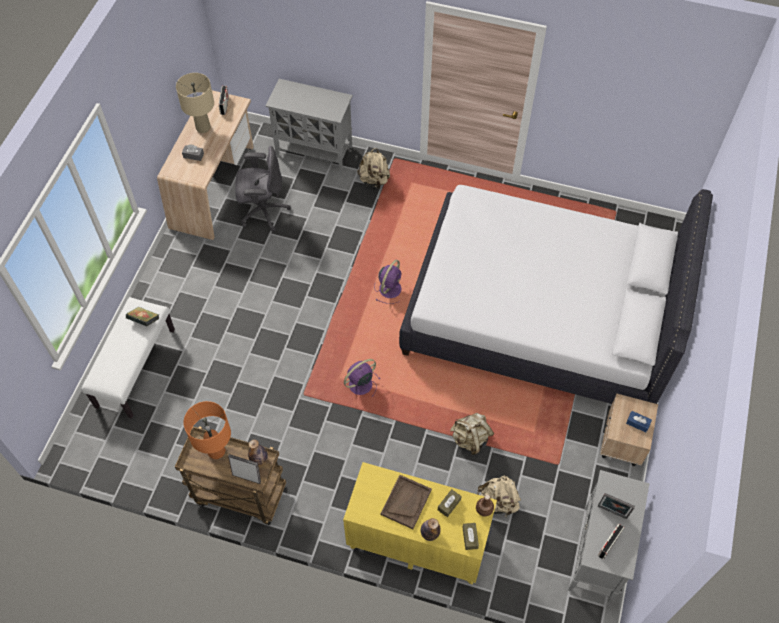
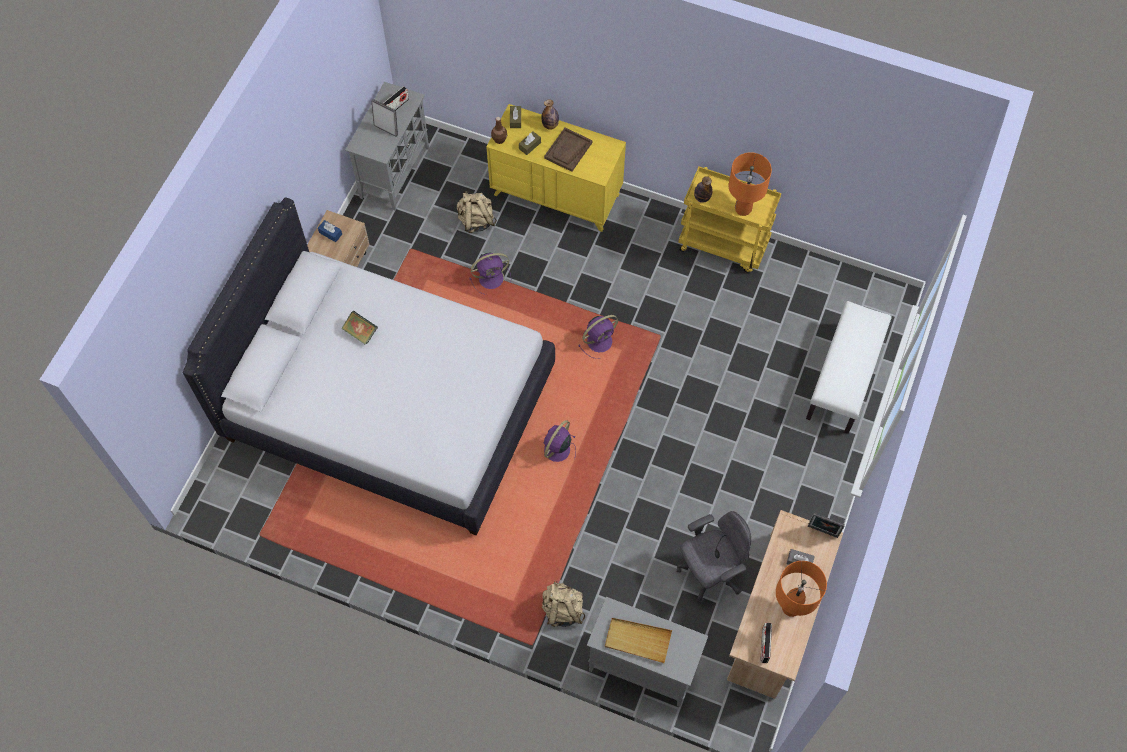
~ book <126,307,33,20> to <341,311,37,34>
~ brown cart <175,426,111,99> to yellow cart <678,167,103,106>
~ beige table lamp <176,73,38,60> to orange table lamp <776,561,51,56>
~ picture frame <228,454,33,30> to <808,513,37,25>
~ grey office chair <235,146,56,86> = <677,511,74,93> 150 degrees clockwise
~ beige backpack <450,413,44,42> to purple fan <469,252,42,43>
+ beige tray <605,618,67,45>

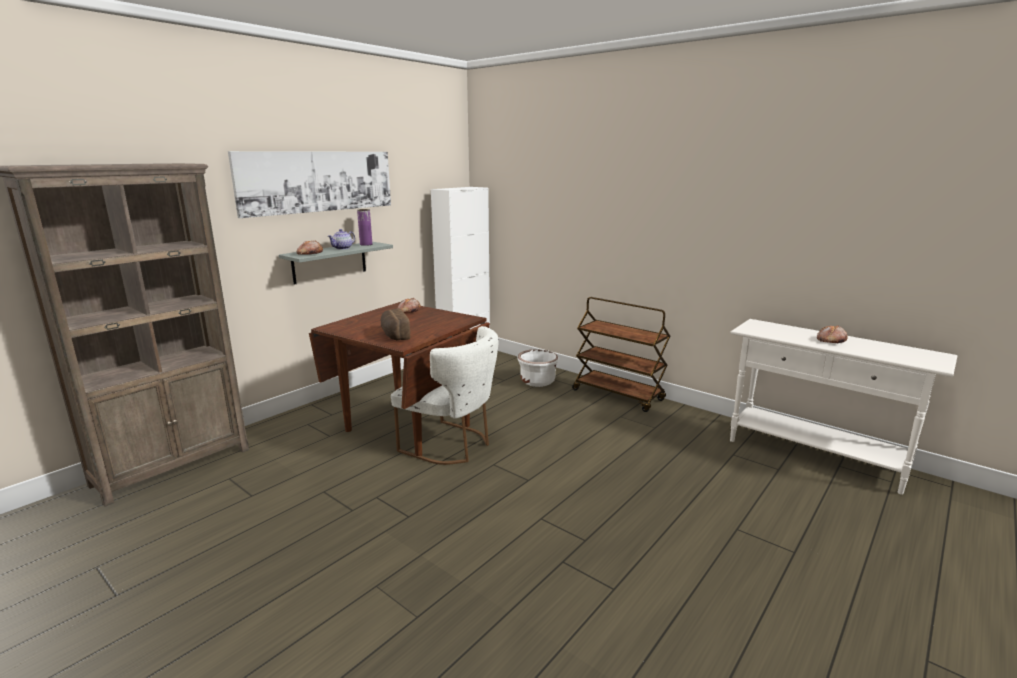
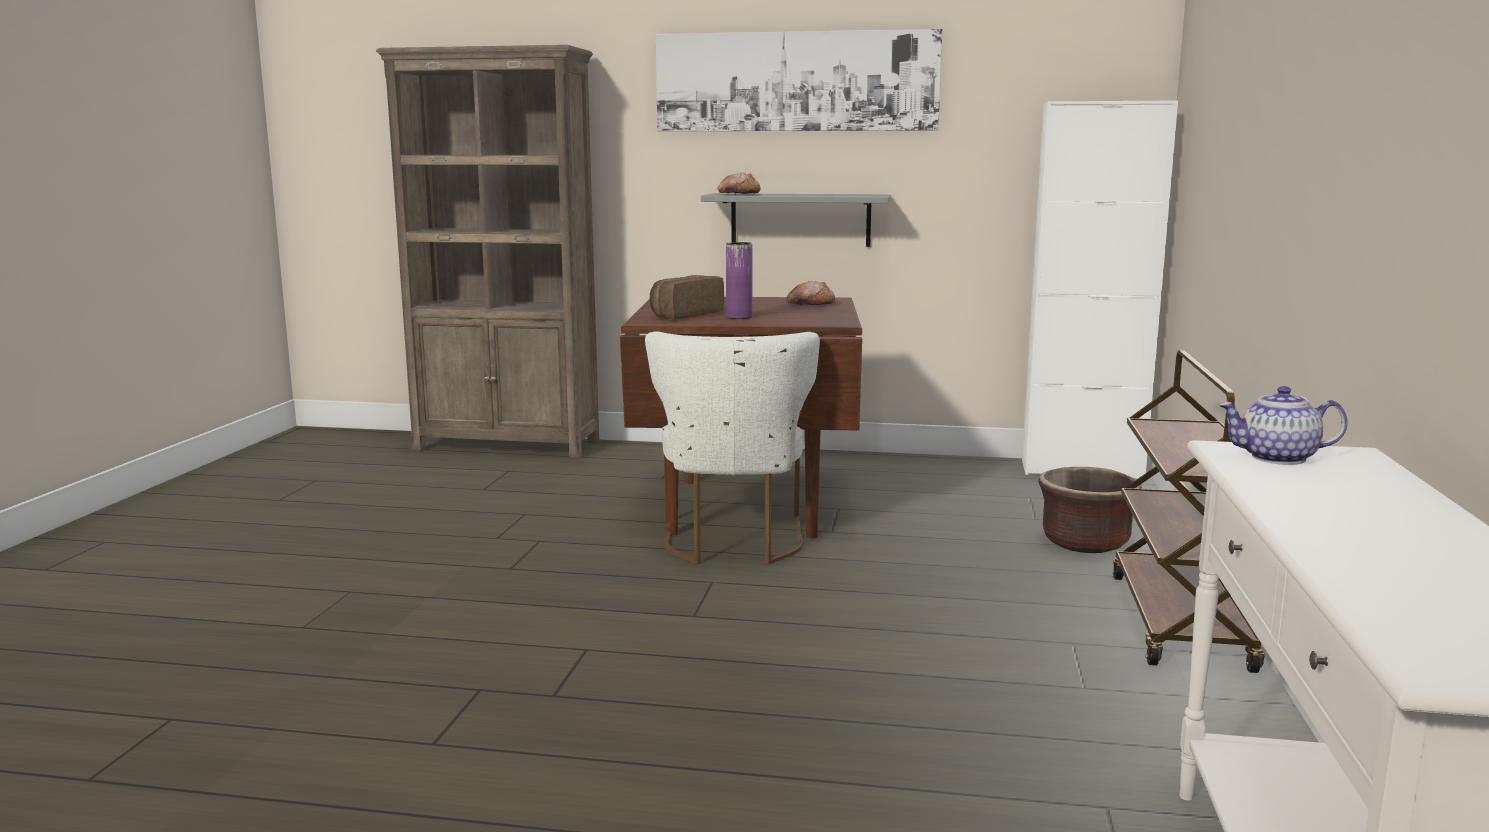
~ teapot <328,229,27,21> to <1218,386,130,79>
~ purple vase <357,209,15,37> to <726,242,27,77>
~ white planter <517,349,41,38> to brown planter <1038,467,104,86>
- bread <817,325,31,18>

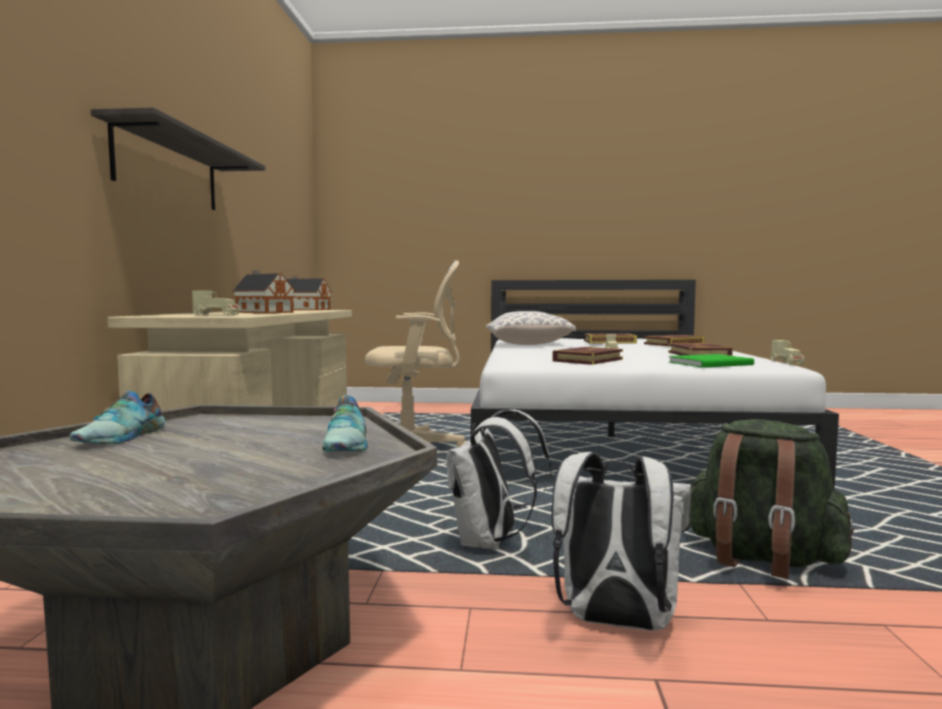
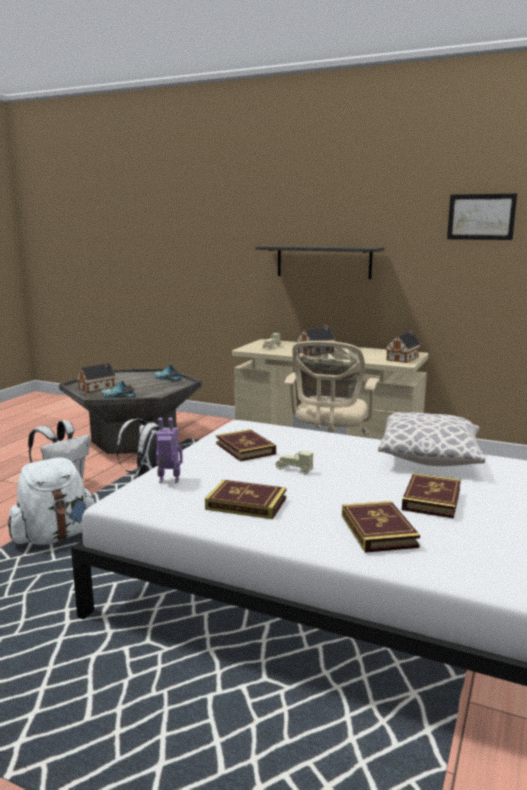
~ green book <669,354,85,14> to toy robot <156,418,27,65>
~ green backpack <690,419,164,160> to white backpack <8,457,88,88>
- beige toy car <771,340,33,25>
+ toy house <76,362,40,31>
+ picture <447,193,70,47>

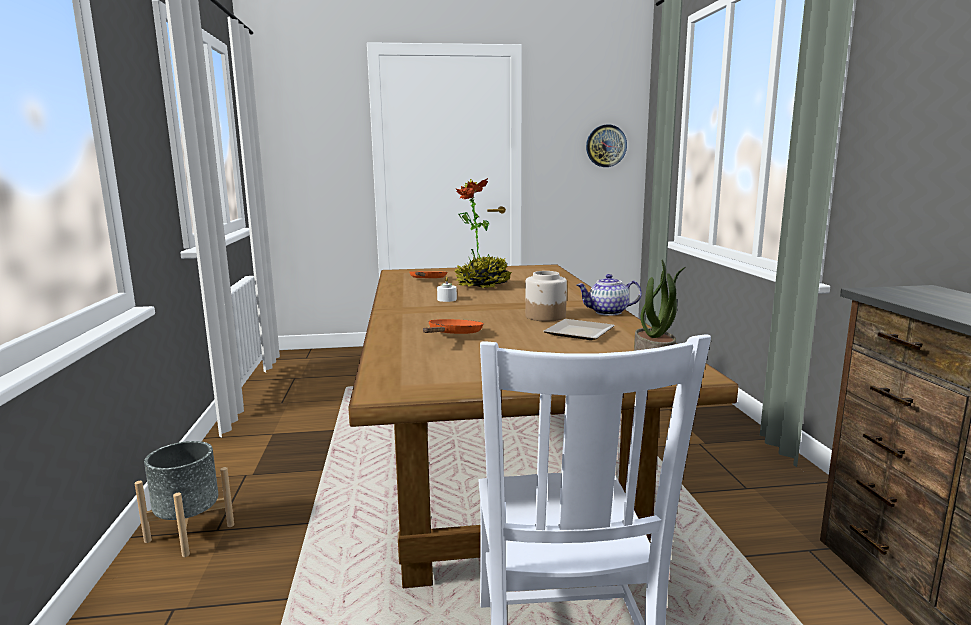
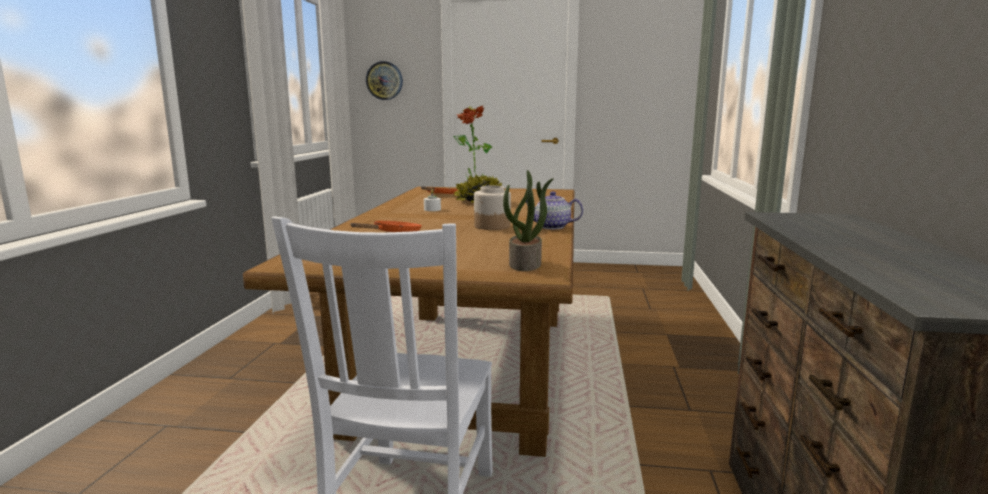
- grey planter <134,441,100,116>
- plate <543,319,72,21>
~ wall clock <586,125,41,42> to <366,61,37,39>

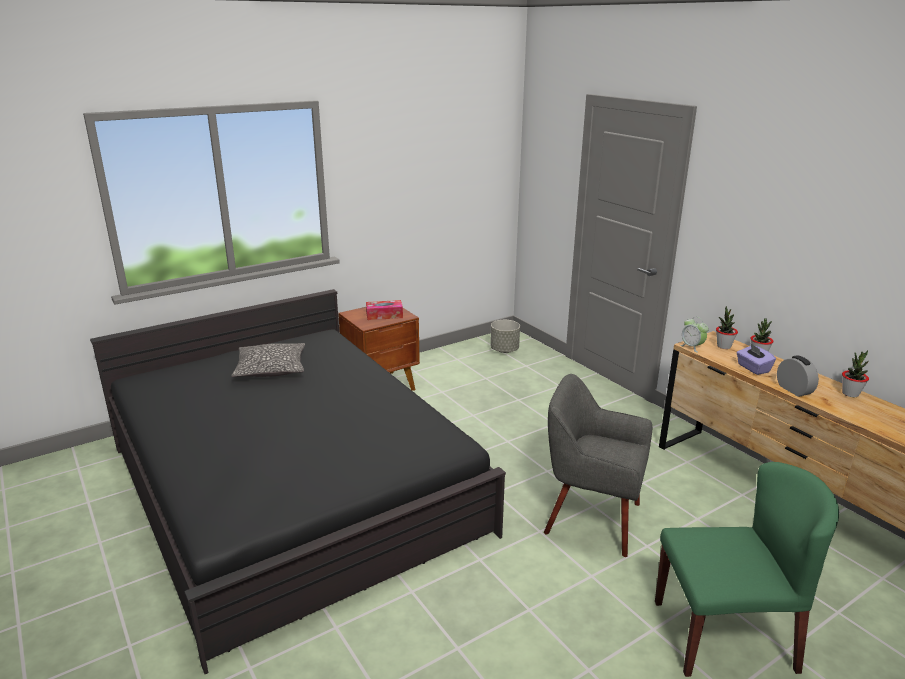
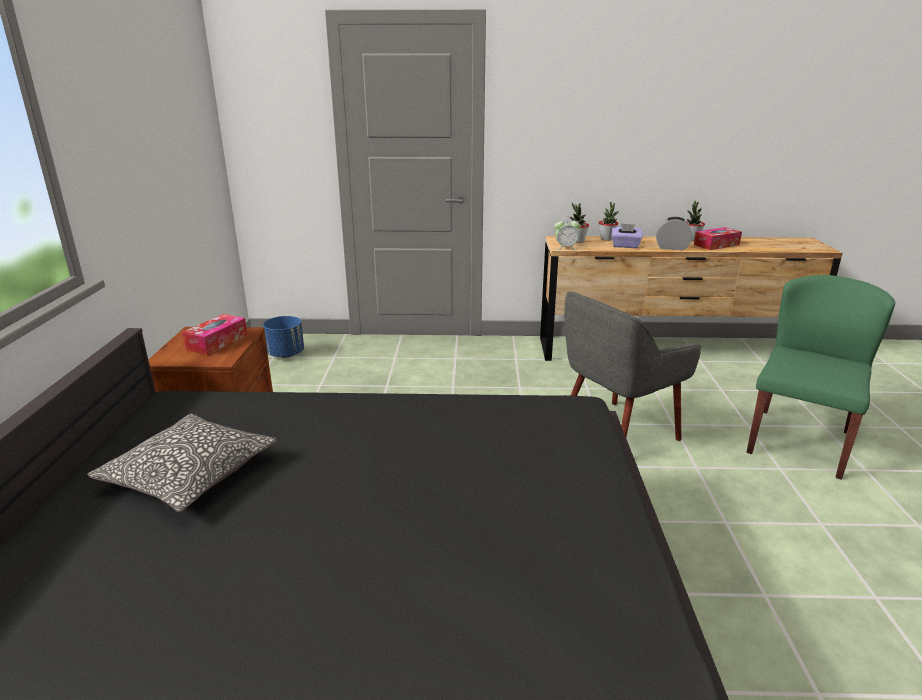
~ grey planter <490,320,30,33> to blue planter <263,316,41,42>
+ tissue box <694,227,48,23>

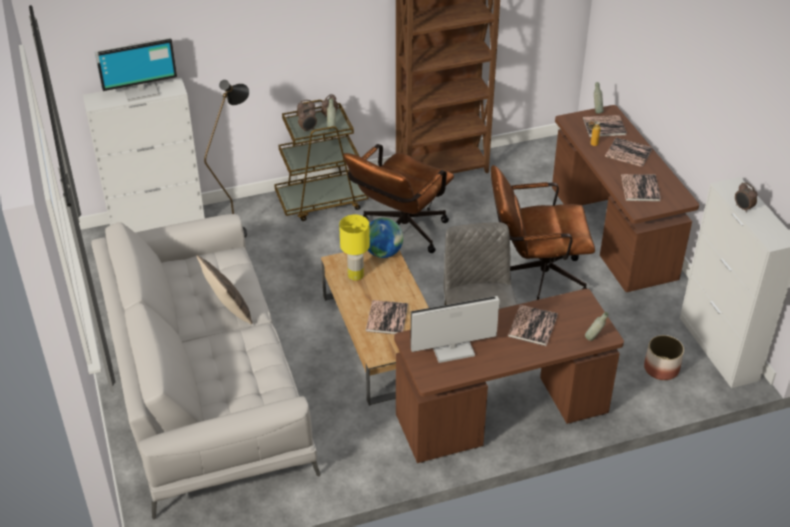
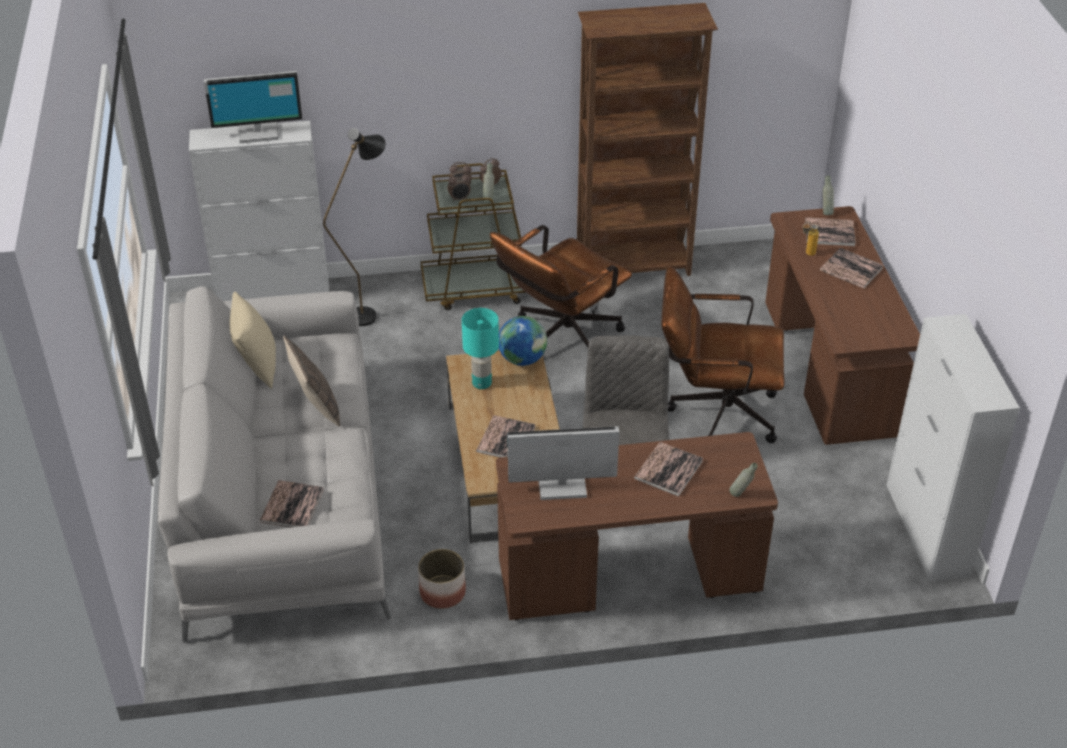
~ yellow table lamp <339,215,31,66> to turquoise table lamp <462,308,37,81>
~ book <621,174,40,28> to <260,480,63,47>
~ planter <644,335,40,45> to <418,549,48,60>
- alarm clock <735,182,23,31>
+ beige pillow <230,292,46,97>

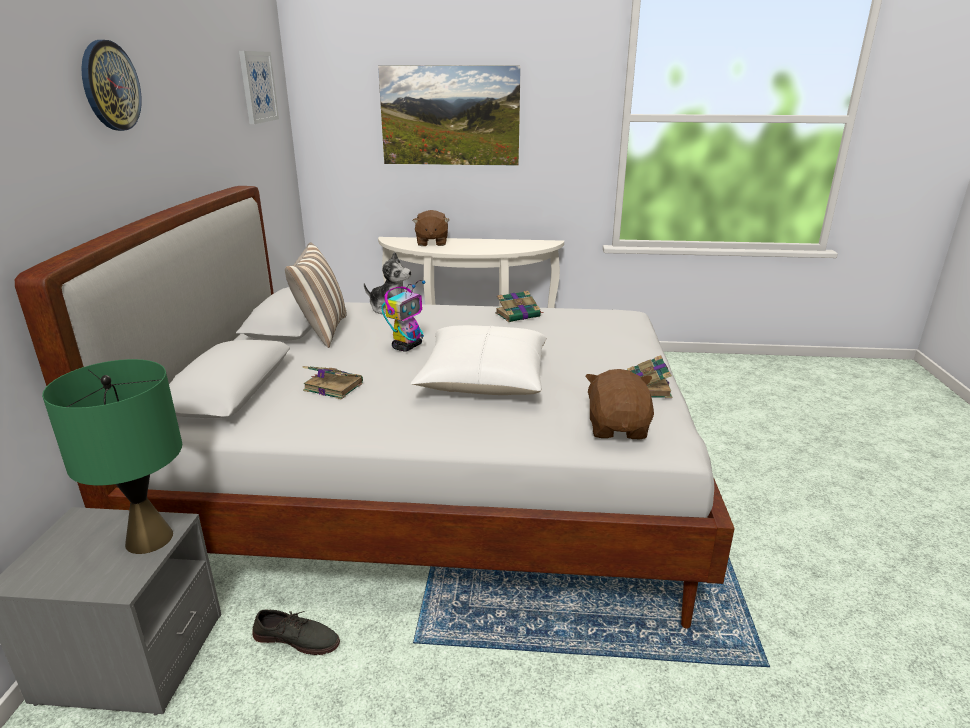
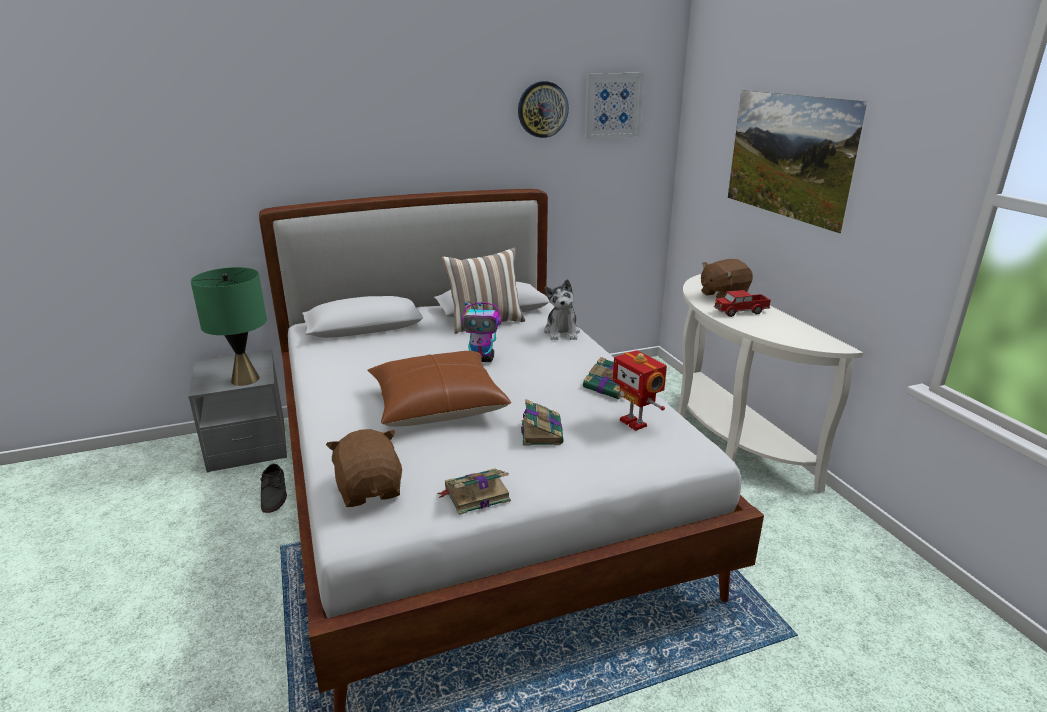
~ wall clock <82,40,60,91> to <518,81,51,57>
~ book <302,366,61,33> to <521,399,42,46>
~ white pillow <411,325,136,70> to brown pillow <367,351,144,76>
~ brown plush toy <586,369,68,70> = <326,429,76,78> 90 degrees counterclockwise
+ toy robot <613,350,54,81>
+ toy truck <714,290,57,27>

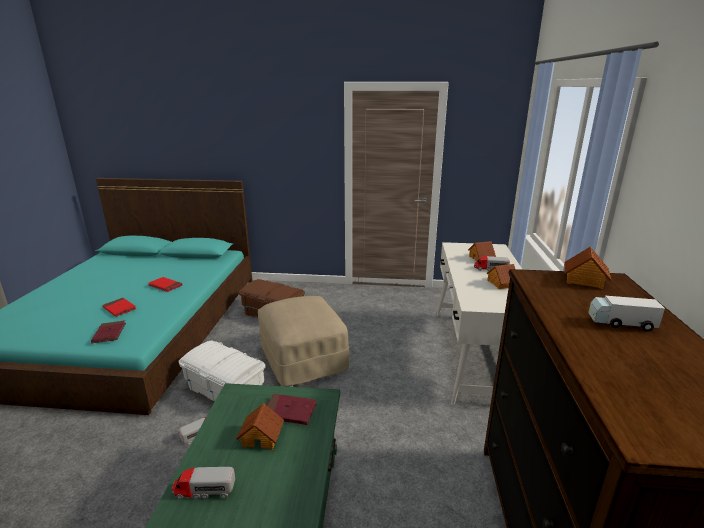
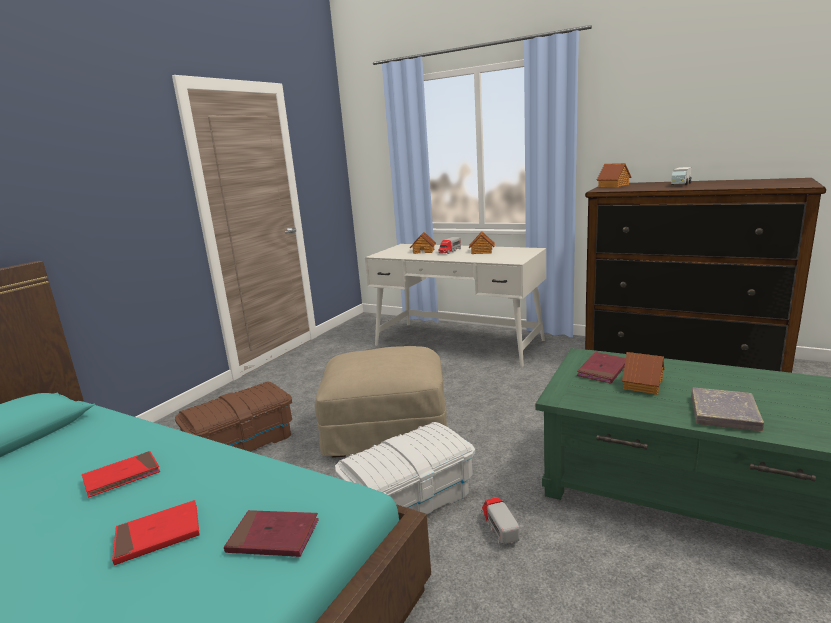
~ toy truck <172,467,63,33> to grey book <691,388,73,43>

